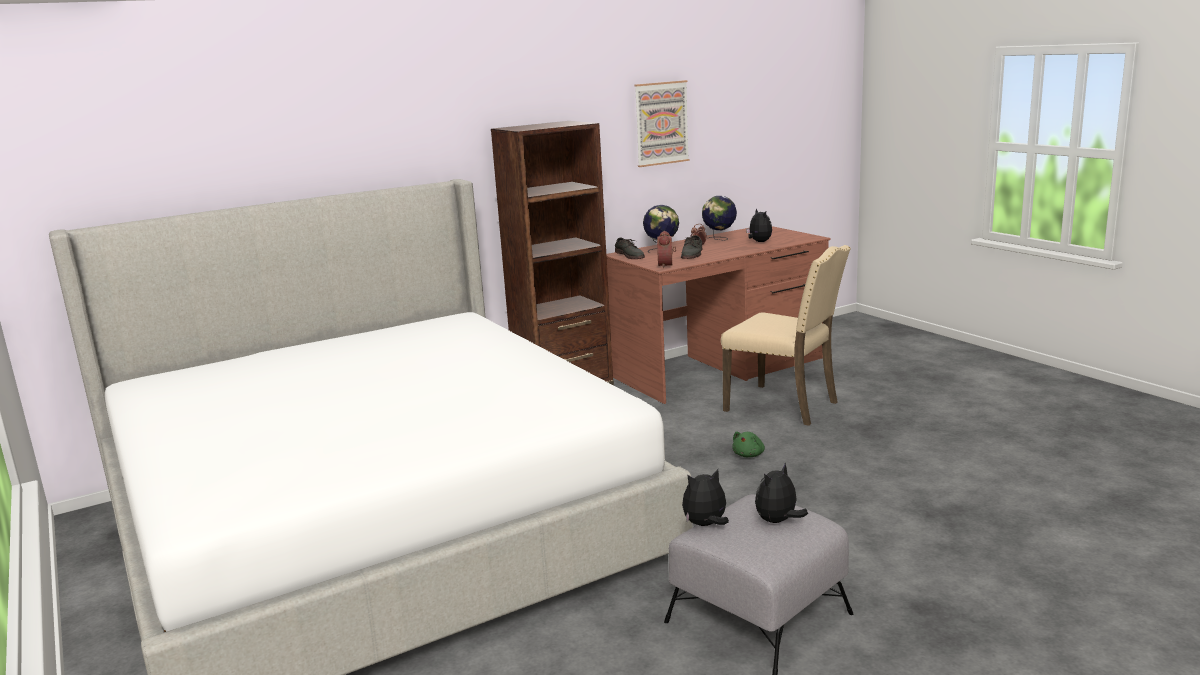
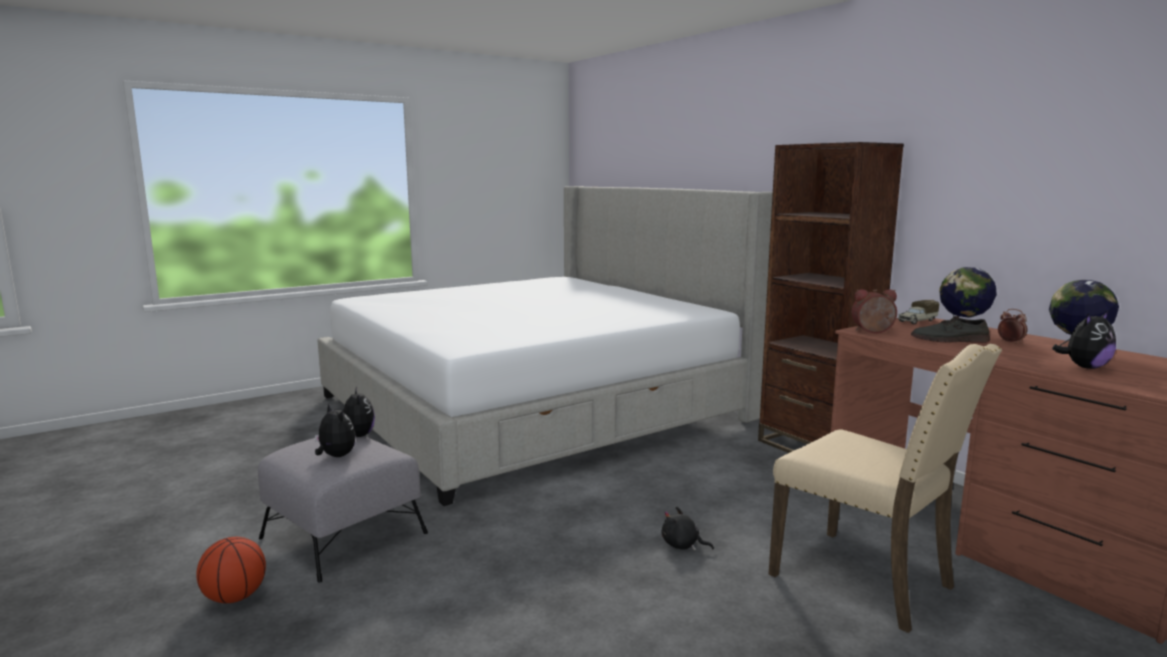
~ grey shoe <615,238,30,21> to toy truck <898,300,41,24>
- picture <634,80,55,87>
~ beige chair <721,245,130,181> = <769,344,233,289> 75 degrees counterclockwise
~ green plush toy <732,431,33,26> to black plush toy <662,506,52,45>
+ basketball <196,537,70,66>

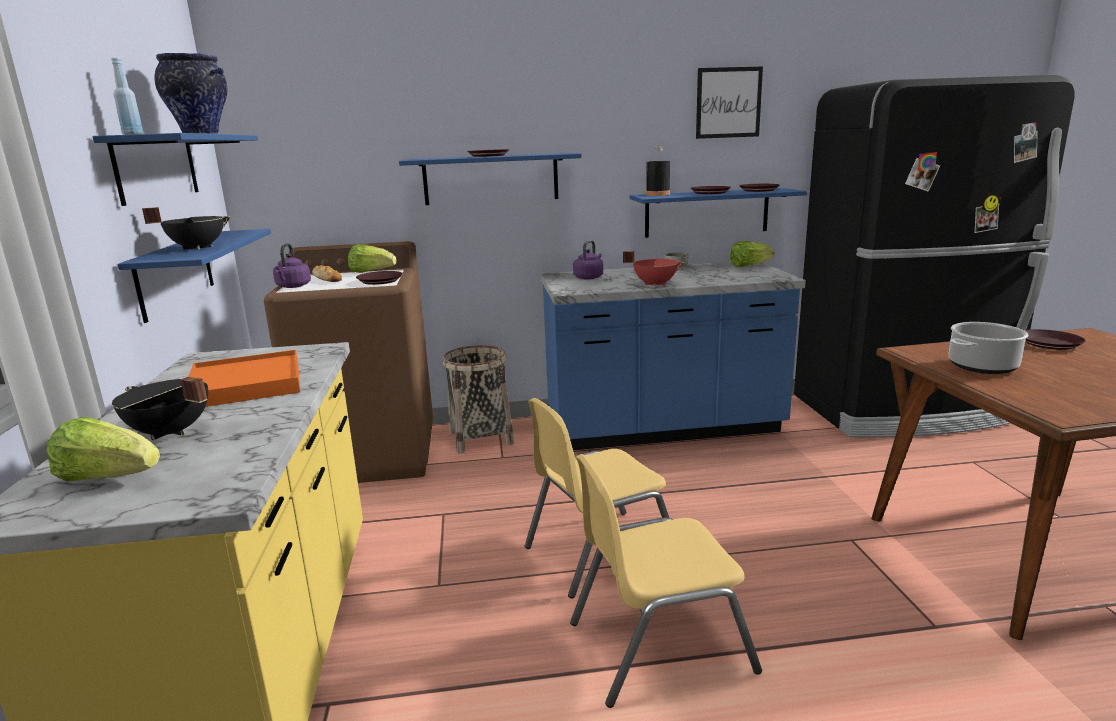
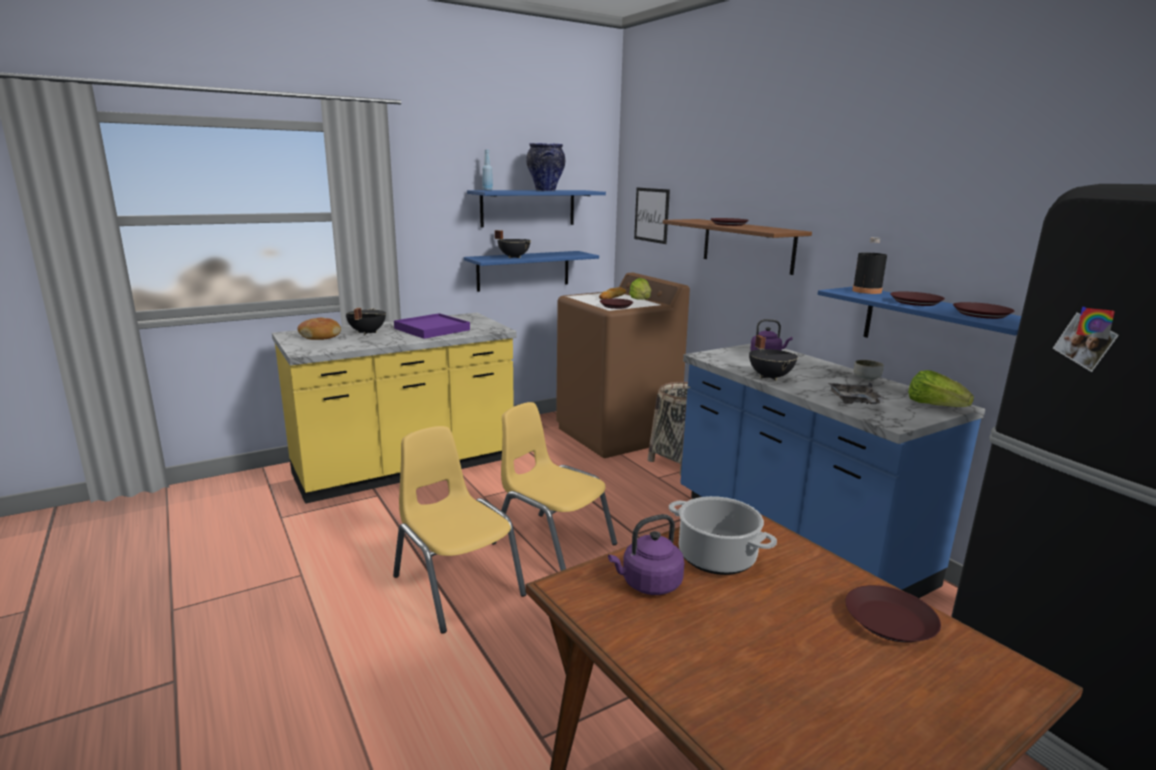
~ lettuce <46,417,114,64> to bread <297,318,44,22>
~ orange tray <188,350,112,57> to purple tray <394,313,76,26>
~ purple kettle <273,243,38,45> to <608,514,76,81>
~ blue shelf <399,153,183,52> to brown shelf <663,219,149,56>
~ red cooking pot <623,251,61,36> to black cooking pot <749,335,49,46>
~ picture <696,66,67,73> to <634,188,36,56>
+ grey tray <828,382,56,22>

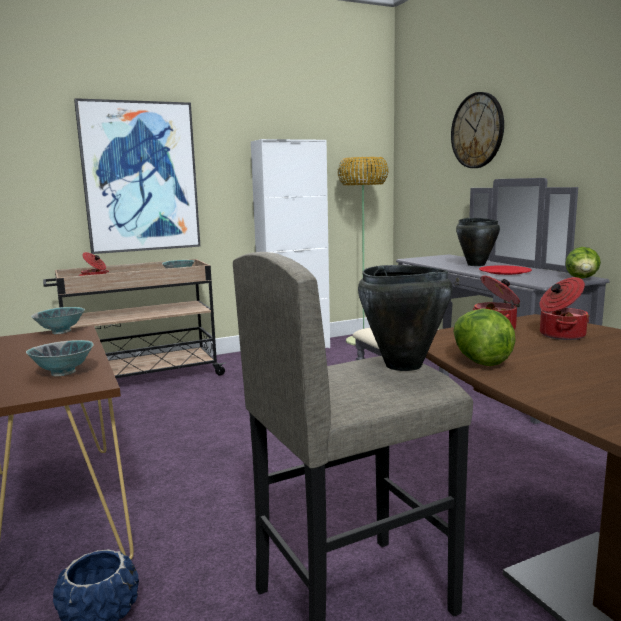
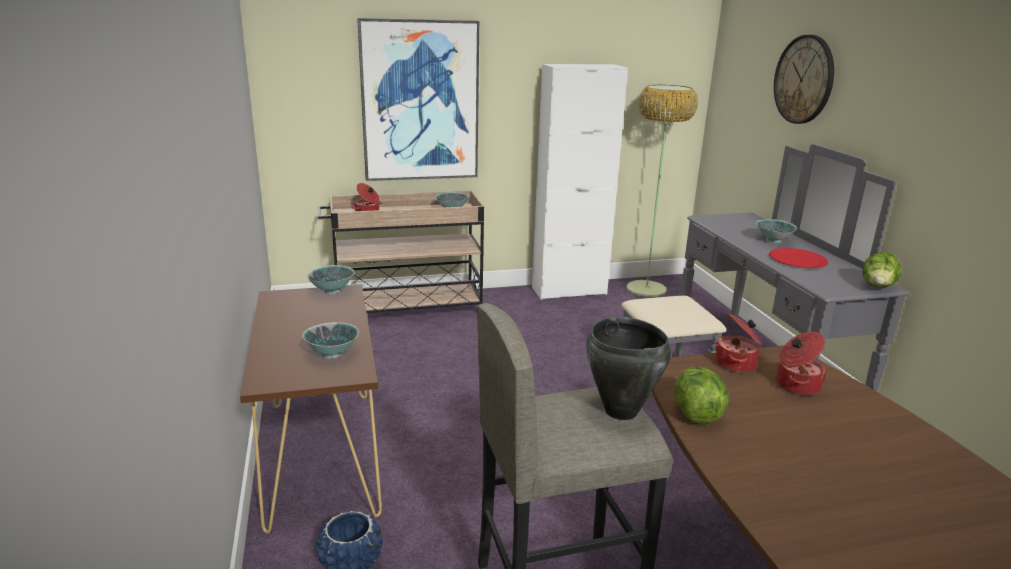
~ black cooking pot <456,218,44,48> to bowl <756,219,41,24>

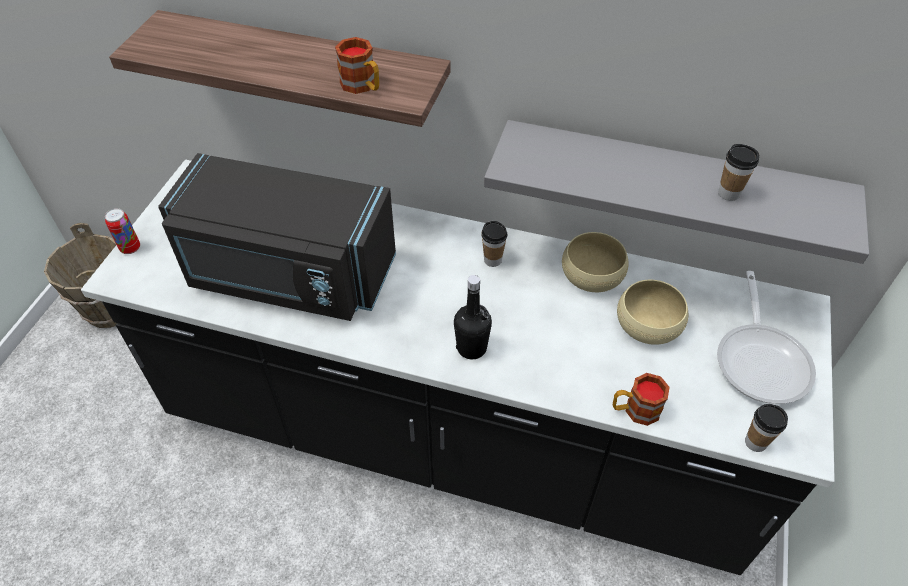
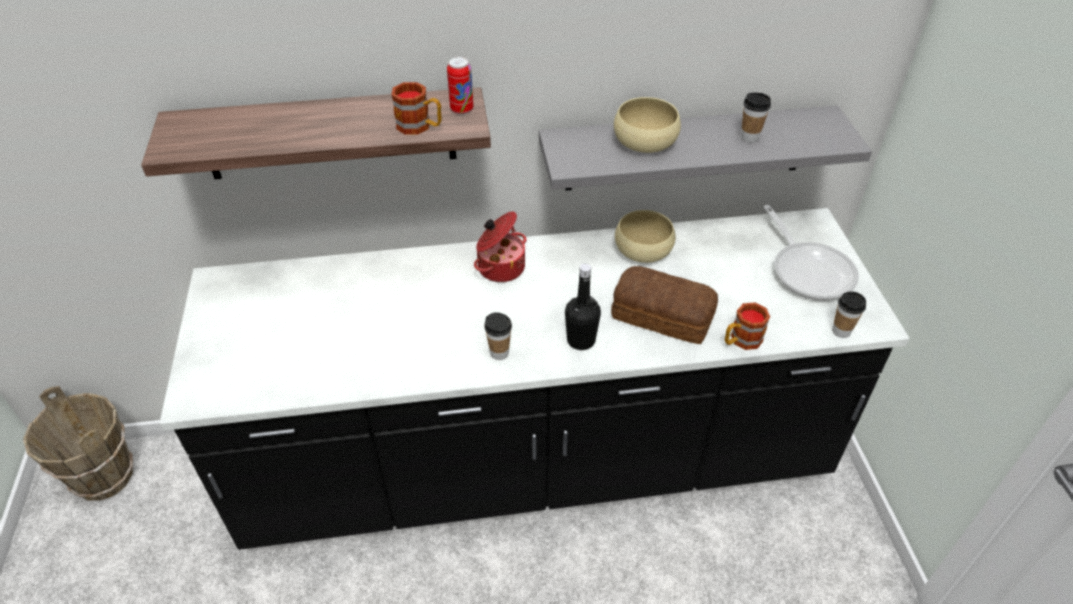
~ can <105,208,35,46> to <447,56,26,59>
- black microwave <158,153,238,168>
~ cup <481,221,26,46> to <484,312,28,48>
~ beige bowl <617,280,71,65> to <614,97,67,56>
+ cooking pot <474,211,52,71>
+ bread <611,266,107,78>

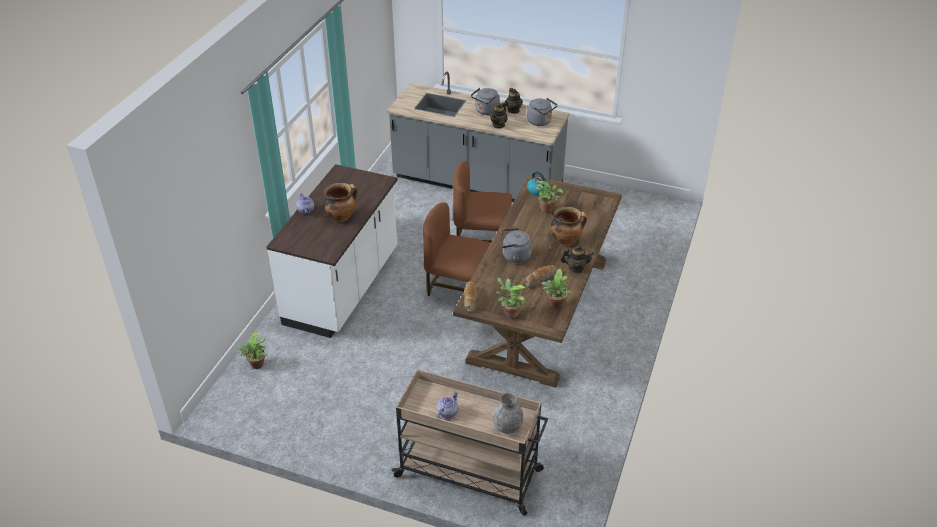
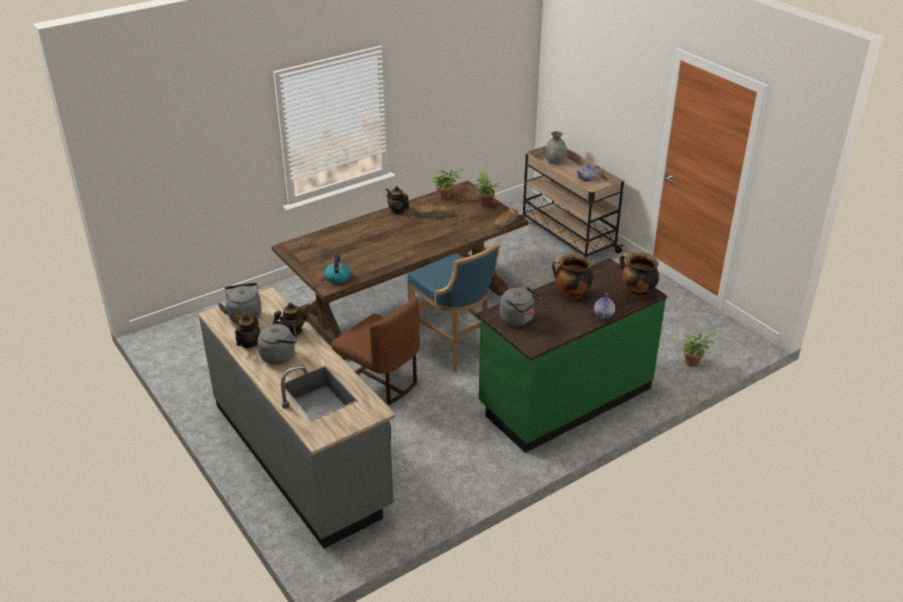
~ white counter <266,164,132,174> to green counter <476,258,191,195>
~ brown chair <423,202,68,94> to blue stool <407,242,93,130>
~ grey kettle <500,228,32,35> to <500,287,41,39>
- potted plant <536,181,27,32>
~ cooking pot <551,207,36,39> to <620,252,39,45>

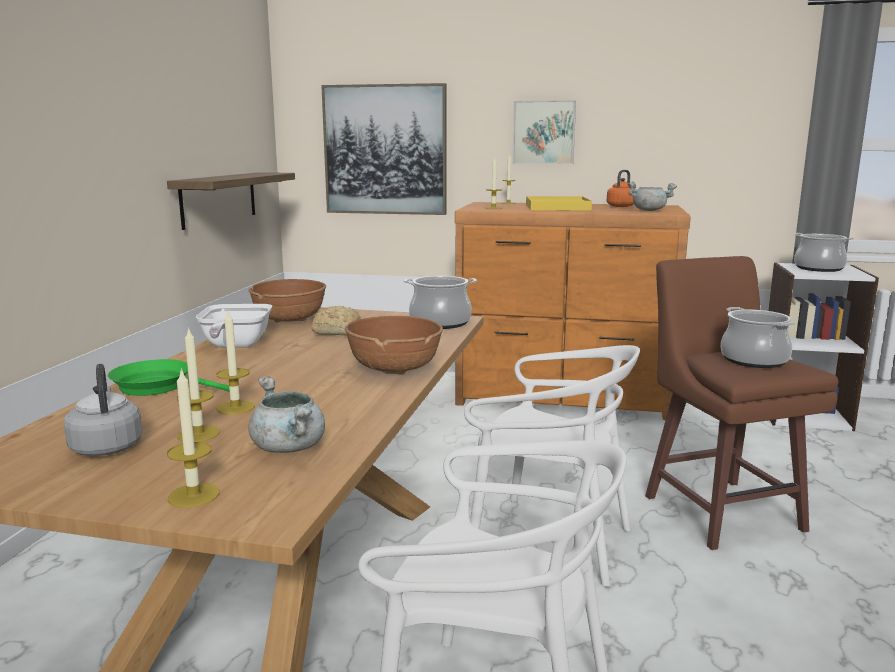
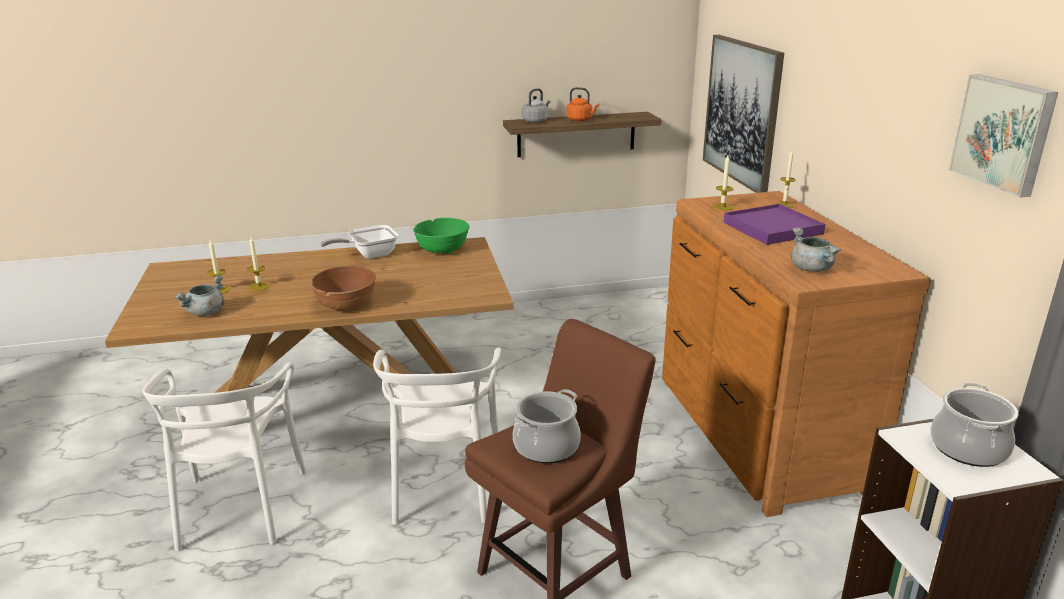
~ grey kettle <63,364,80,92> to <522,88,28,35>
- green frying pan <108,359,122,37>
- candle <167,368,53,140>
~ brown bowl <249,279,77,44> to green bowl <413,218,56,36>
- bread <312,306,49,30>
- cooking pot <404,276,73,53>
~ picture <512,100,64,64> to <949,74,109,124>
~ yellow tray <526,196,66,15> to purple tray <724,204,101,41>
~ orange kettle <607,170,29,37> to <566,87,33,34>

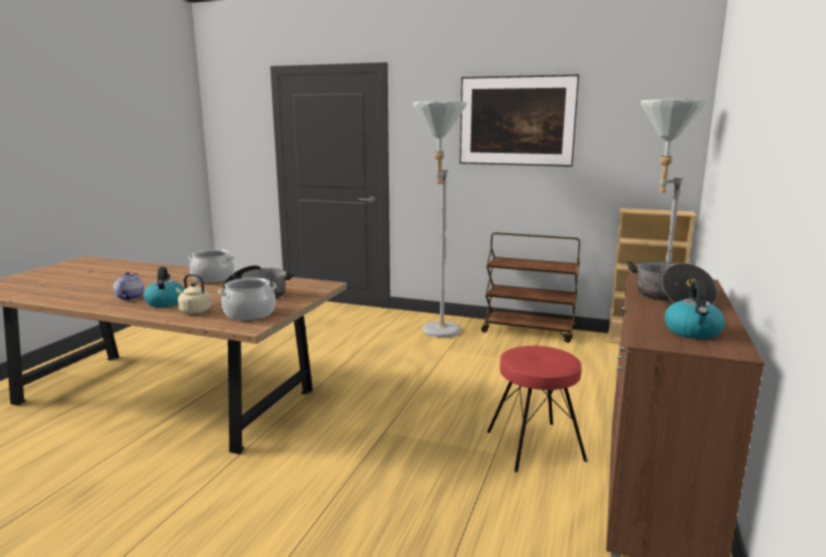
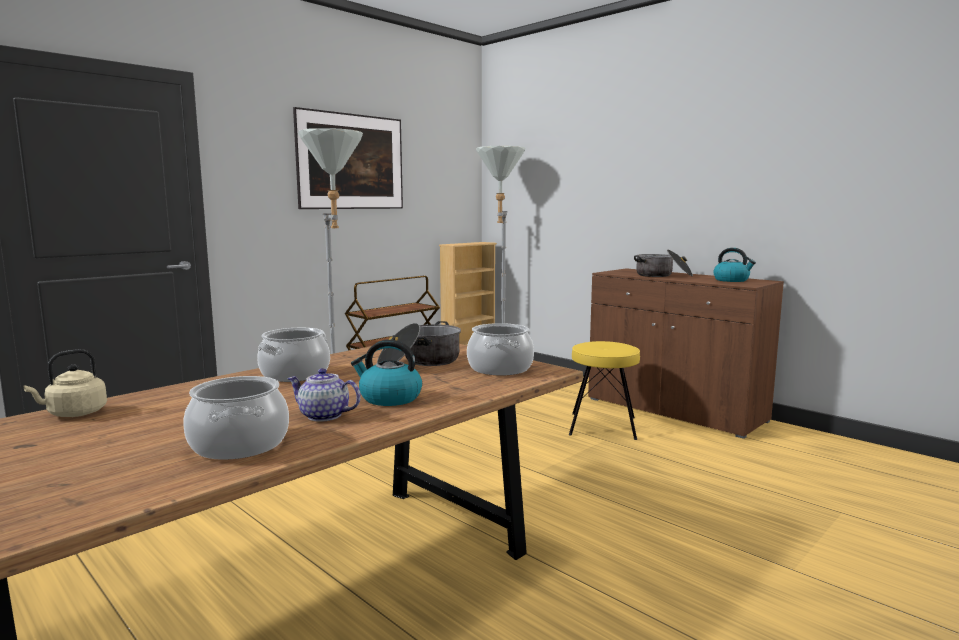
~ beige kettle <176,274,36,40> to <24,349,83,68>
~ red stool <487,346,100,126> to yellow stool <569,341,71,99>
+ cooking pot <183,376,106,84>

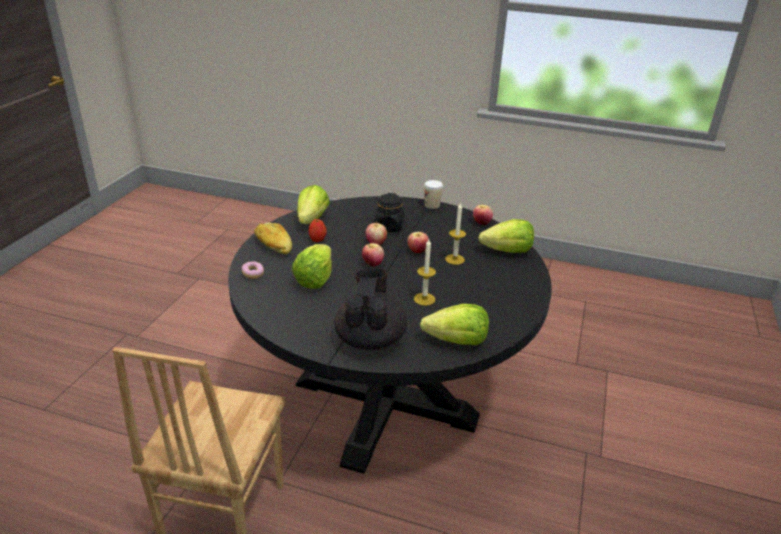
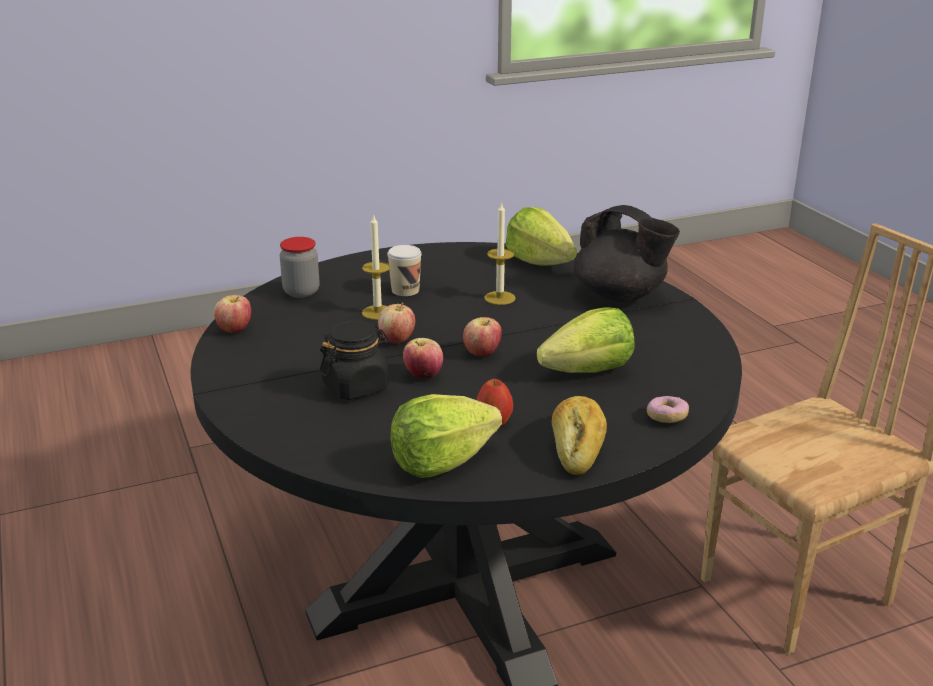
~ black teapot <335,268,72,82> = <574,205,106,97> 105 degrees counterclockwise
~ cup <424,180,19,29> to <387,245,35,51>
~ lettuce <478,219,56,34> to jar <280,237,39,61>

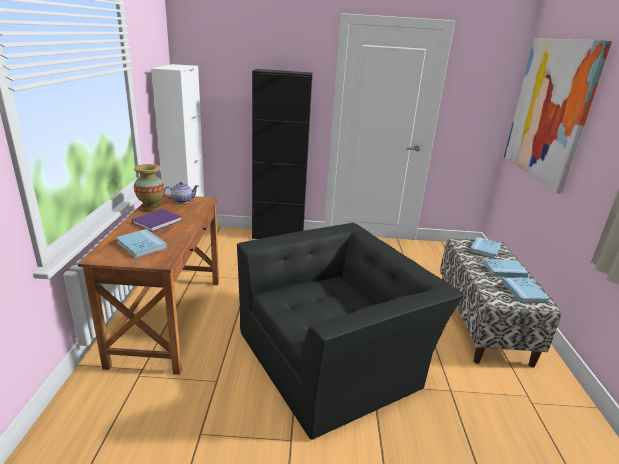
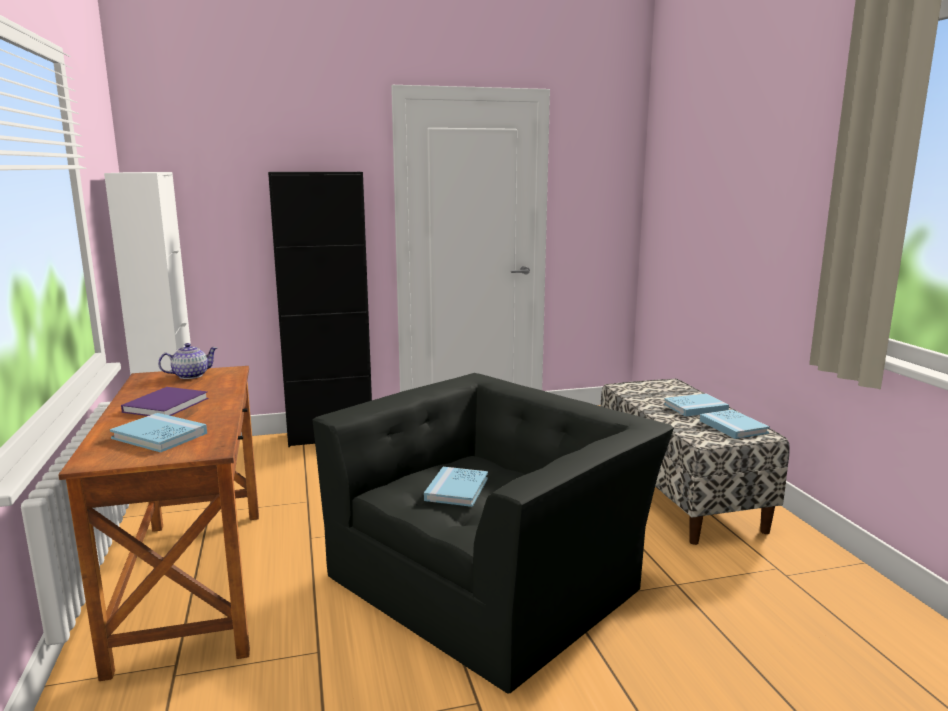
- vase <134,164,30,48>
~ blue book <469,237,32,22> to <424,467,64,40>
- picture <504,38,108,156>

